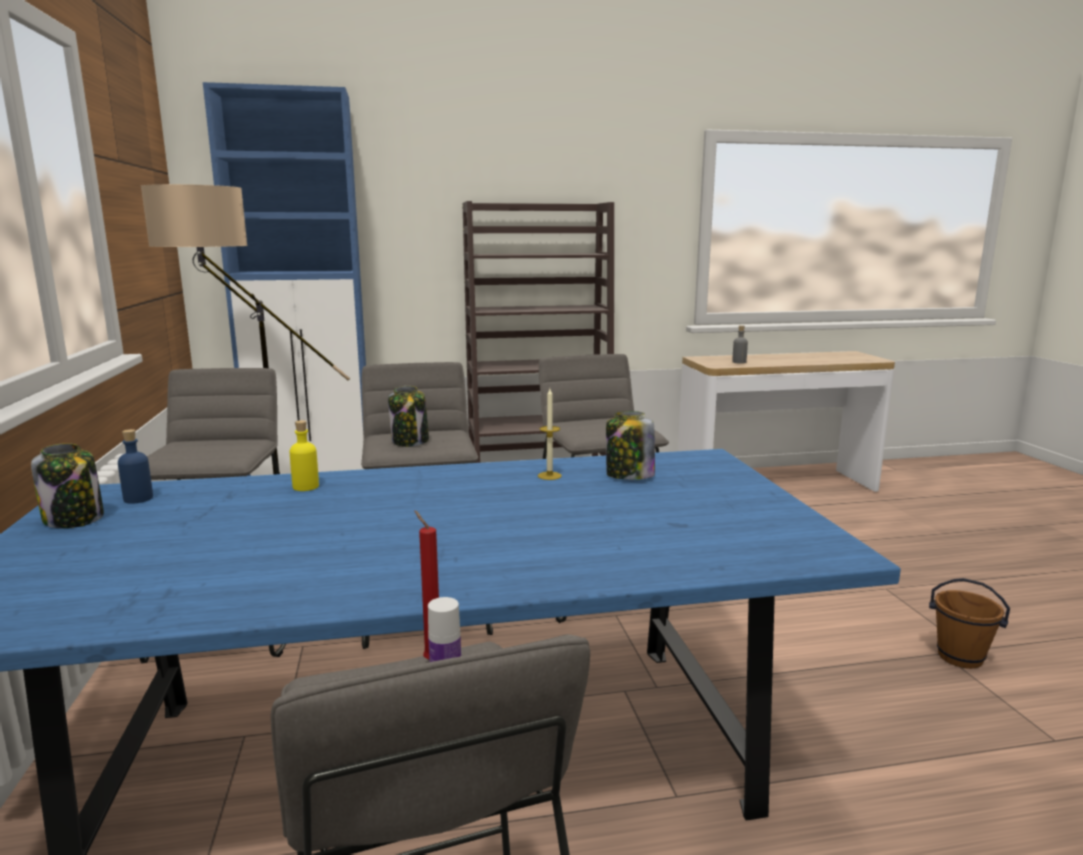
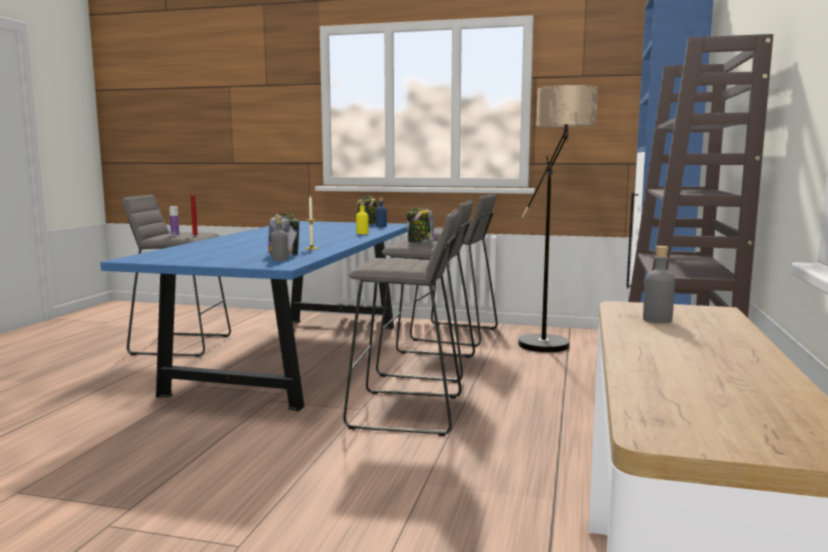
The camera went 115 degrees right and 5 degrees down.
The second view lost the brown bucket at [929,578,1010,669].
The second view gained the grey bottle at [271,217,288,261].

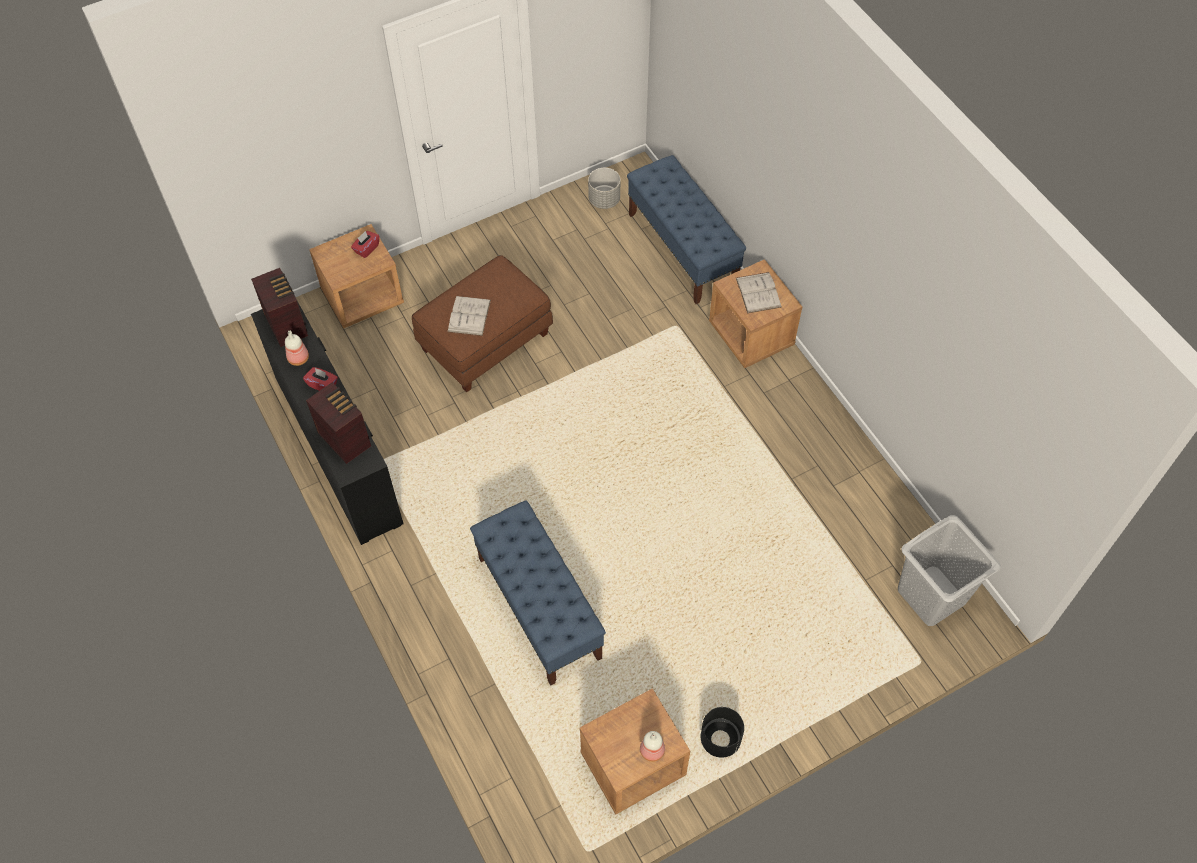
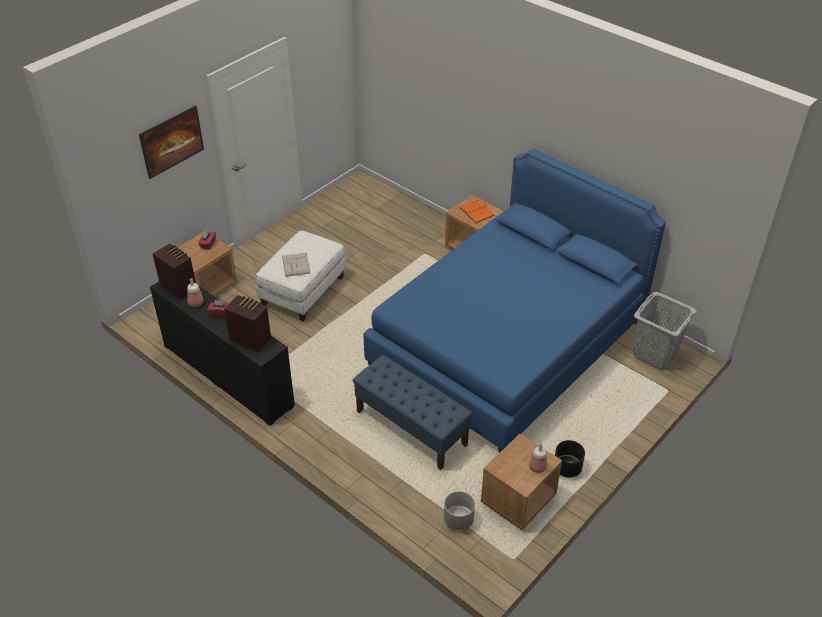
The camera went 20 degrees left and 15 degrees down.
The second view lost the blue bench at [627,155,746,304].
The grey planter ended up elsewhere, having gone from [588,168,620,209] to [444,491,475,531].
What was the brown ottoman at [412,255,553,393] turned into the white ottoman at [255,231,347,322].
What was the white book at [736,272,782,314] turned into the orange book at [459,200,495,223].
The second view gained the picture at [139,106,204,179].
The second view gained the blue bed at [363,149,666,453].

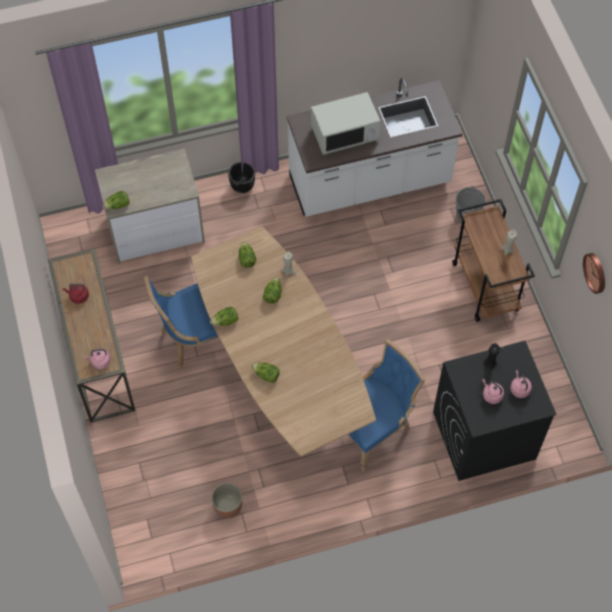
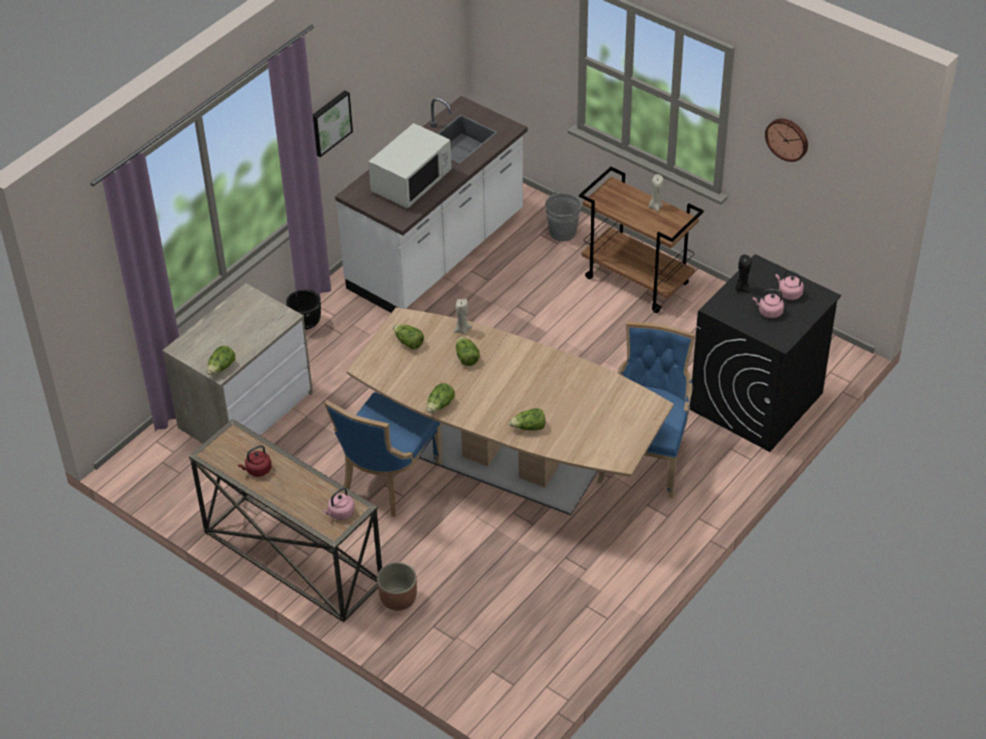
The camera went 35 degrees left and 15 degrees down.
The planter ended up elsewhere, having gone from [211,483,242,518] to [377,562,417,611].
The second view gained the picture at [313,90,353,157].

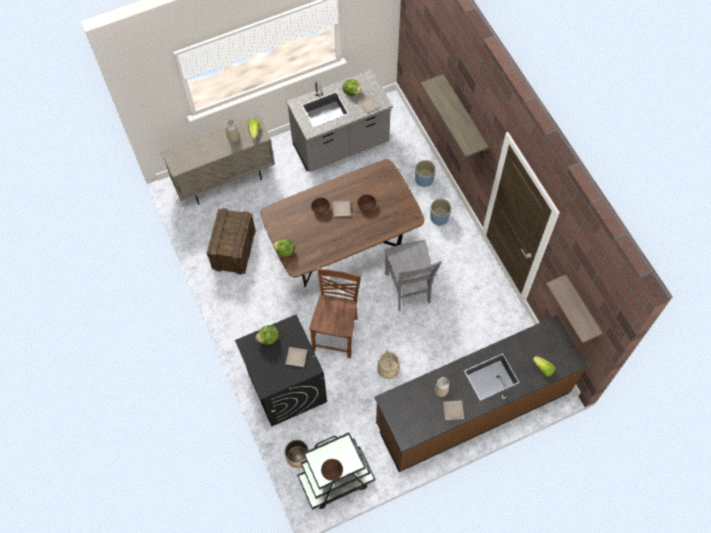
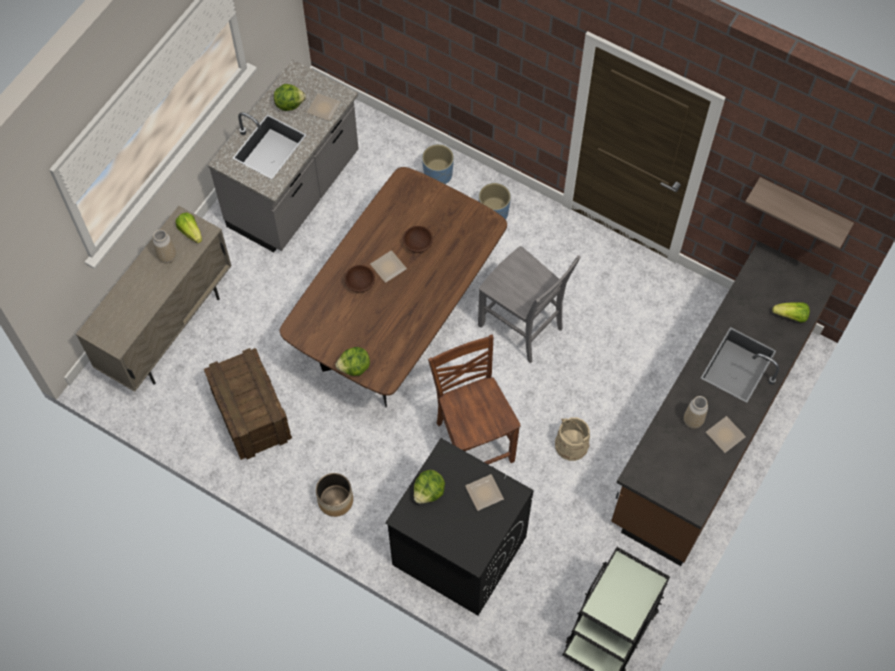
The camera went 35 degrees left and 0 degrees up.
The second view lost the shelf at [421,74,489,158].
The planter ended up elsewhere, having gone from [285,440,308,468] to [316,473,353,517].
The second view lost the brown bowl at [321,459,343,481].

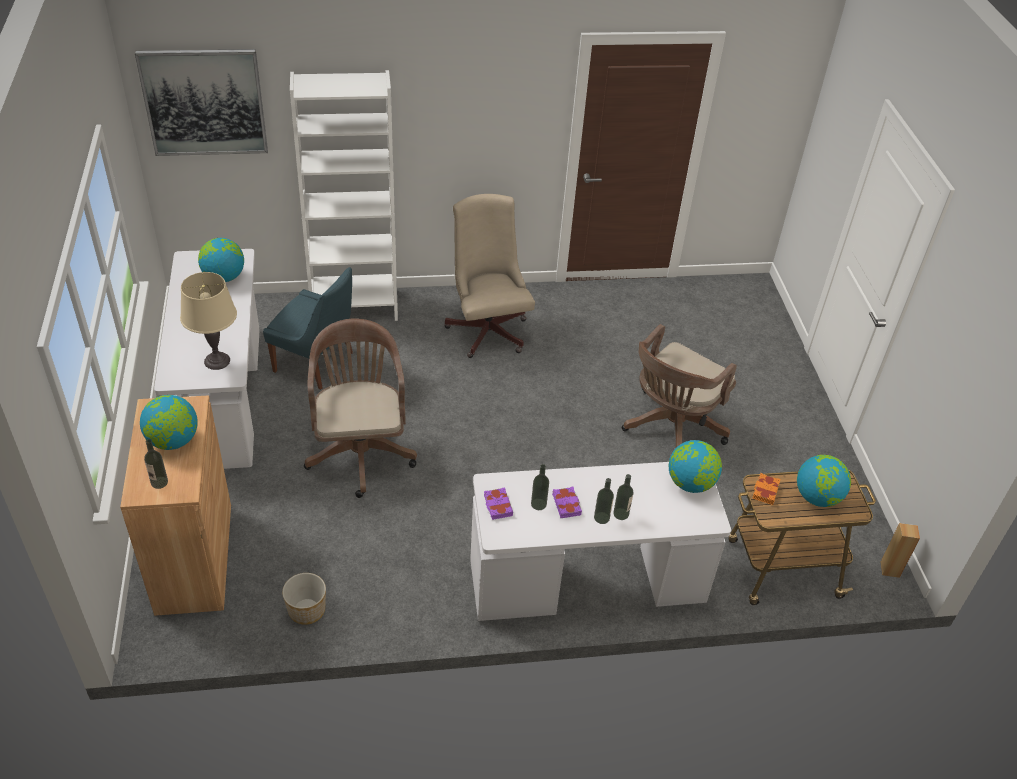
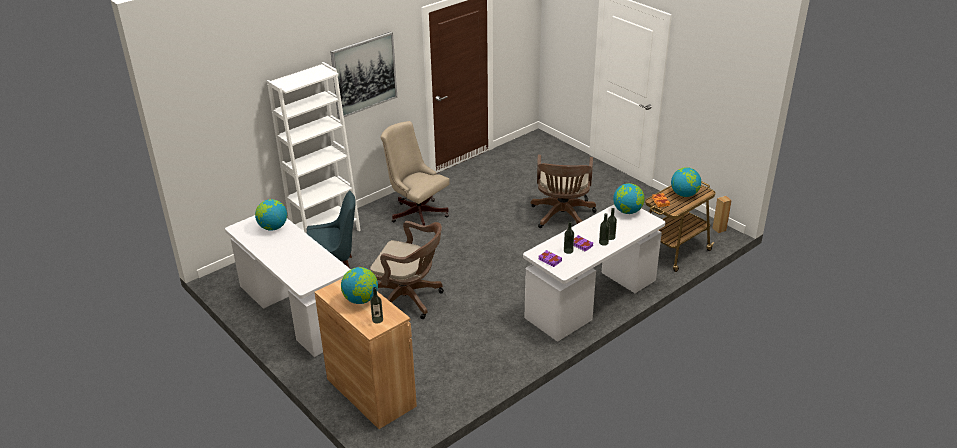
The camera went 30 degrees left and 10 degrees down.
The picture ended up elsewhere, having gone from [135,49,268,156] to [330,32,397,119].
The second view lost the beige table lamp at [180,272,237,370].
The brown office chair at [304,318,417,498] ended up facing another way, 150 degrees clockwise from before.
The second view lost the planter at [282,573,326,625].

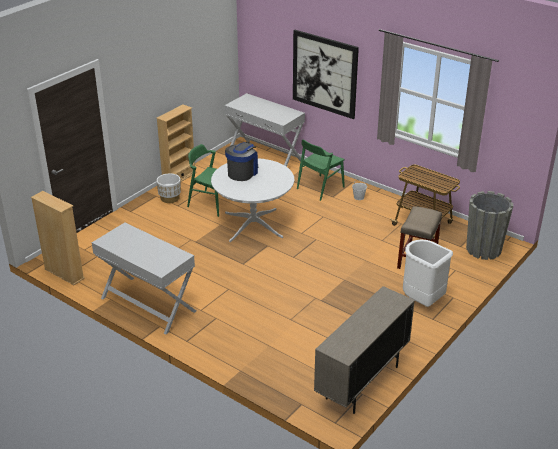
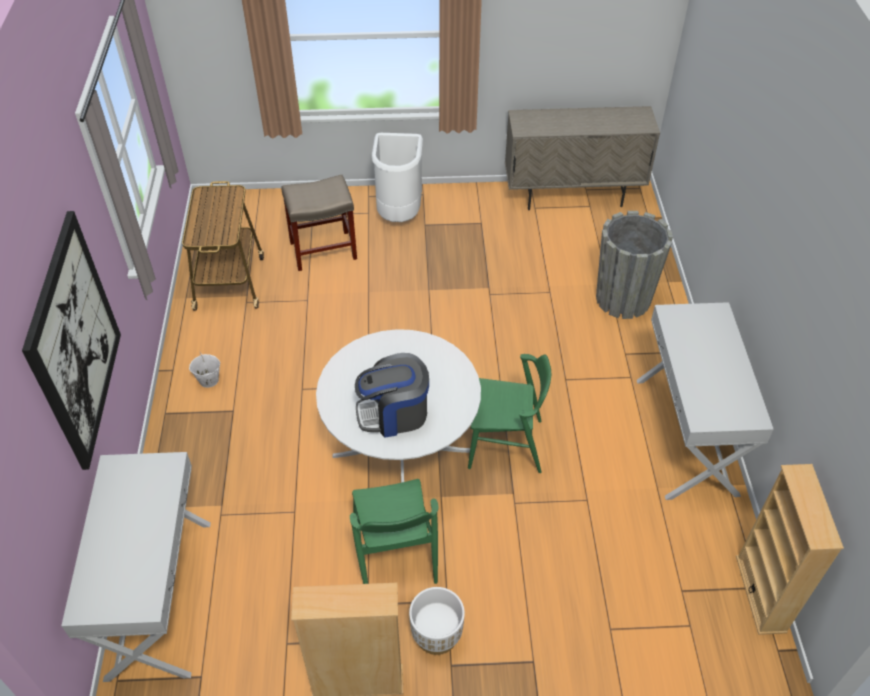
The camera went 130 degrees left and 15 degrees up.
The green chair ended up elsewhere, having gone from [297,139,345,201] to [468,354,551,473].
The grey planter ended up elsewhere, having gone from [466,191,513,260] to [596,211,673,319].

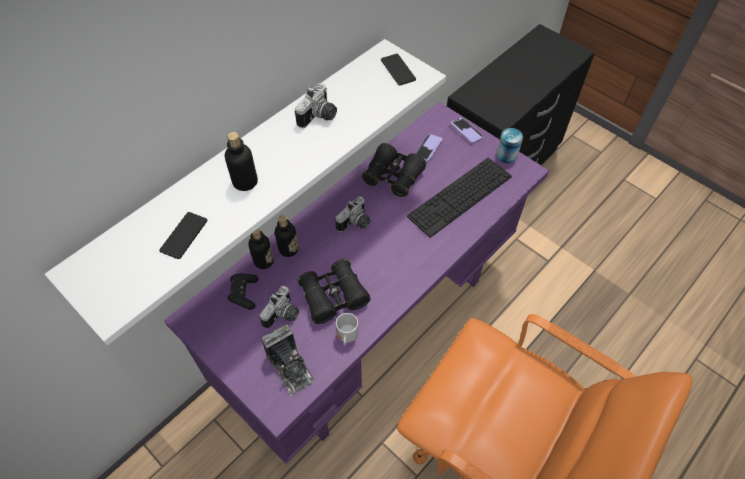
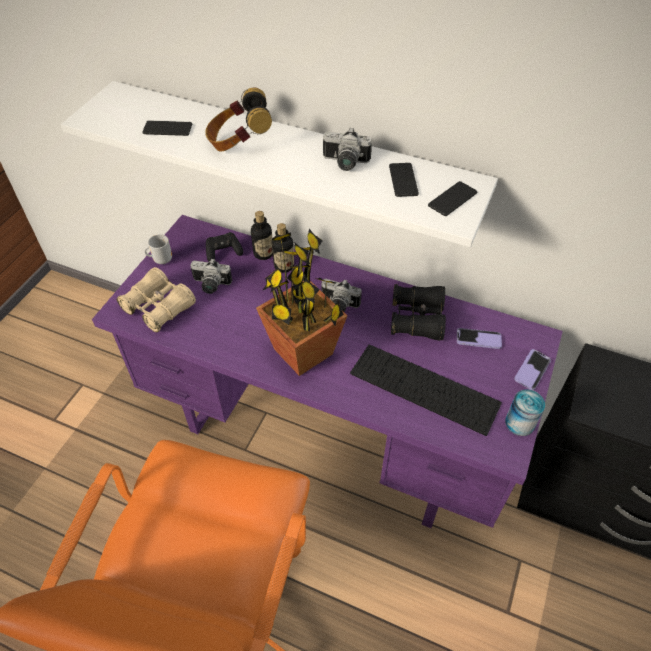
The camera went 70 degrees right and 5 degrees down.
Where the bottle stood at [225,132,258,191], the headphones came to stand at [205,88,272,152].
The second view lost the black binoculars at [297,259,370,324].
The mug ended up elsewhere, having gone from [336,313,358,345] to [144,234,172,264].
Where the photo camera stood at [262,324,315,396], the beige binoculars came to stand at [117,267,196,332].
The second view gained the phone at [389,163,419,197].
The second view gained the potted plant at [256,229,348,376].

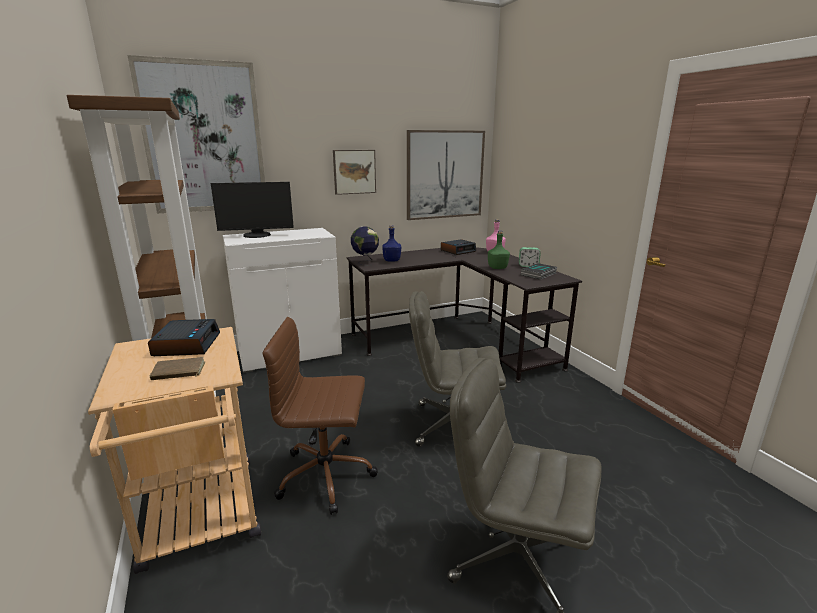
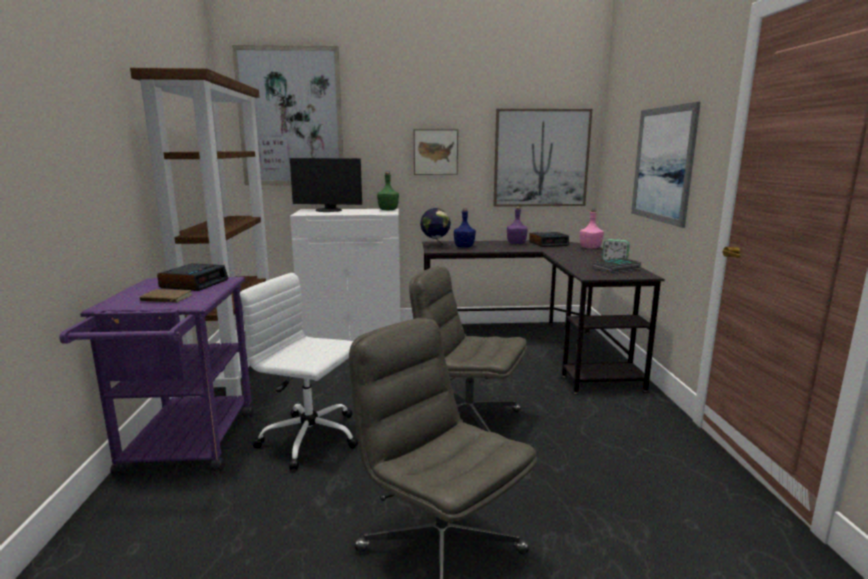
The camera went 20 degrees right and 5 degrees down.
The green bottle ended up elsewhere, having gone from [488,231,510,269] to [377,171,399,210].
What was the brown office chair at [263,317,378,515] turned into the white office chair at [240,273,358,470].
What was the beige cart at [88,327,261,574] turned into the purple cart at [59,277,254,475].
The second view gained the picture at [631,102,701,228].
The second view gained the purple bottle at [507,206,528,244].

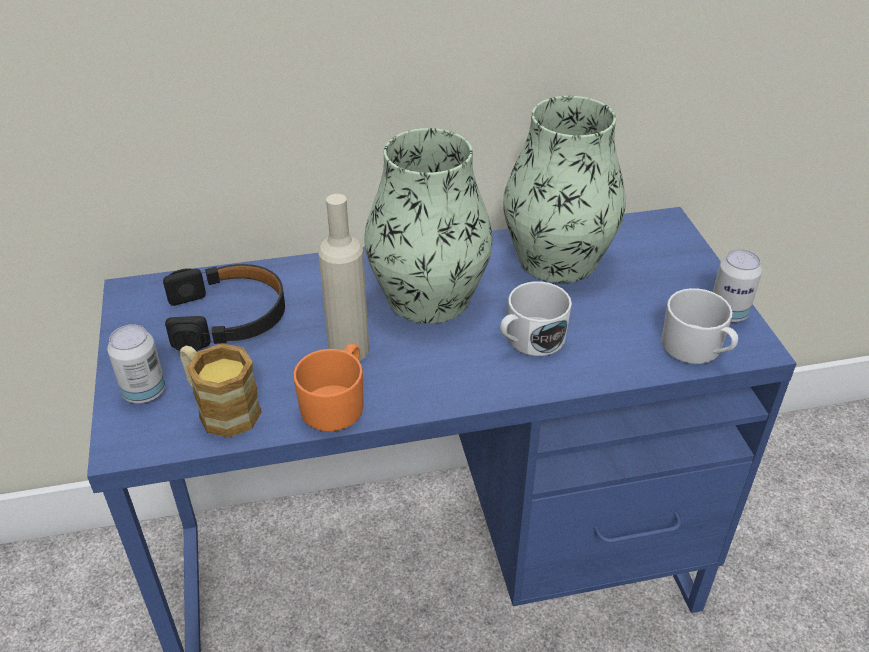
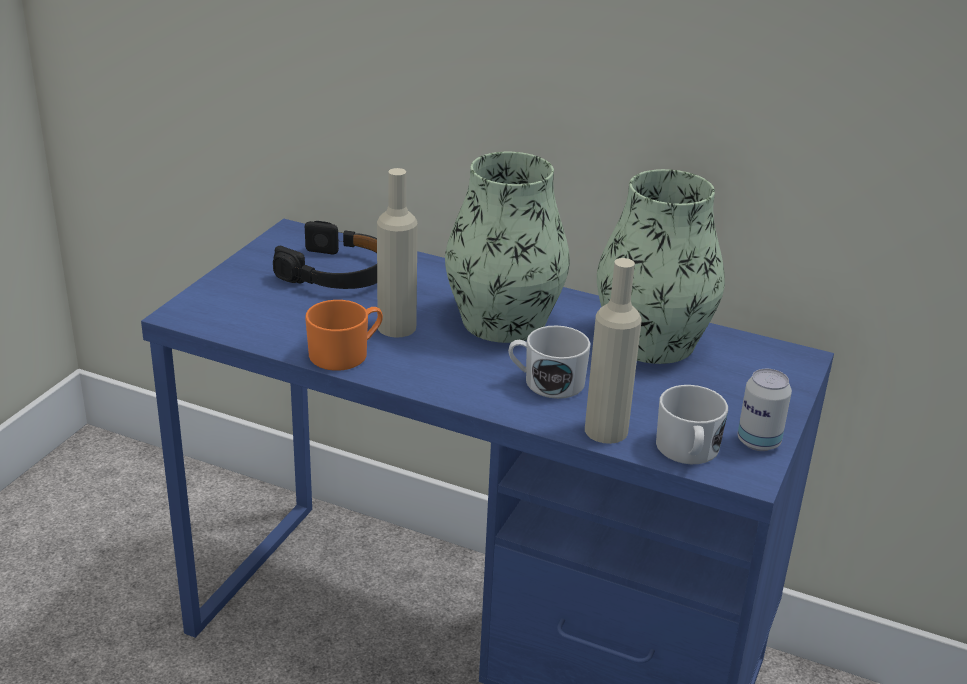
The camera went 35 degrees right and 10 degrees down.
The second view lost the can at [107,324,166,403].
The second view lost the mug at [180,343,262,438].
The second view gained the beige bottle at [585,258,642,444].

